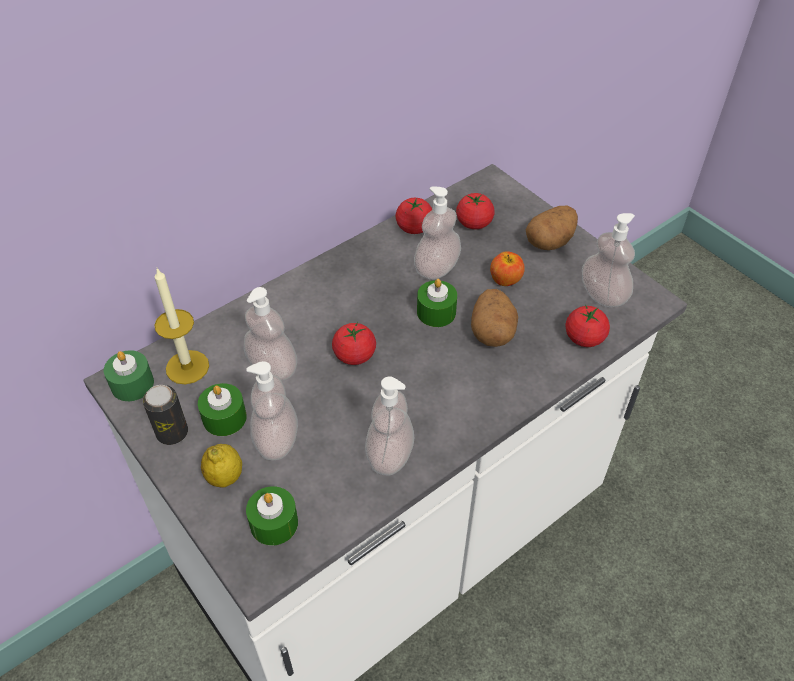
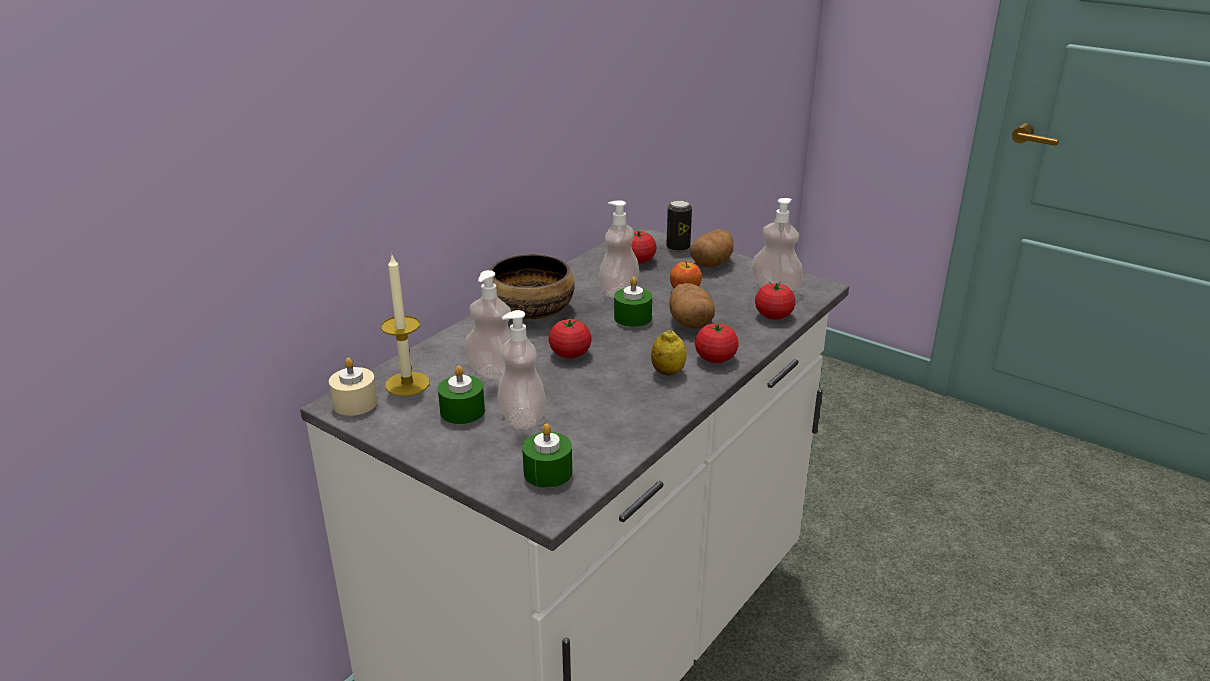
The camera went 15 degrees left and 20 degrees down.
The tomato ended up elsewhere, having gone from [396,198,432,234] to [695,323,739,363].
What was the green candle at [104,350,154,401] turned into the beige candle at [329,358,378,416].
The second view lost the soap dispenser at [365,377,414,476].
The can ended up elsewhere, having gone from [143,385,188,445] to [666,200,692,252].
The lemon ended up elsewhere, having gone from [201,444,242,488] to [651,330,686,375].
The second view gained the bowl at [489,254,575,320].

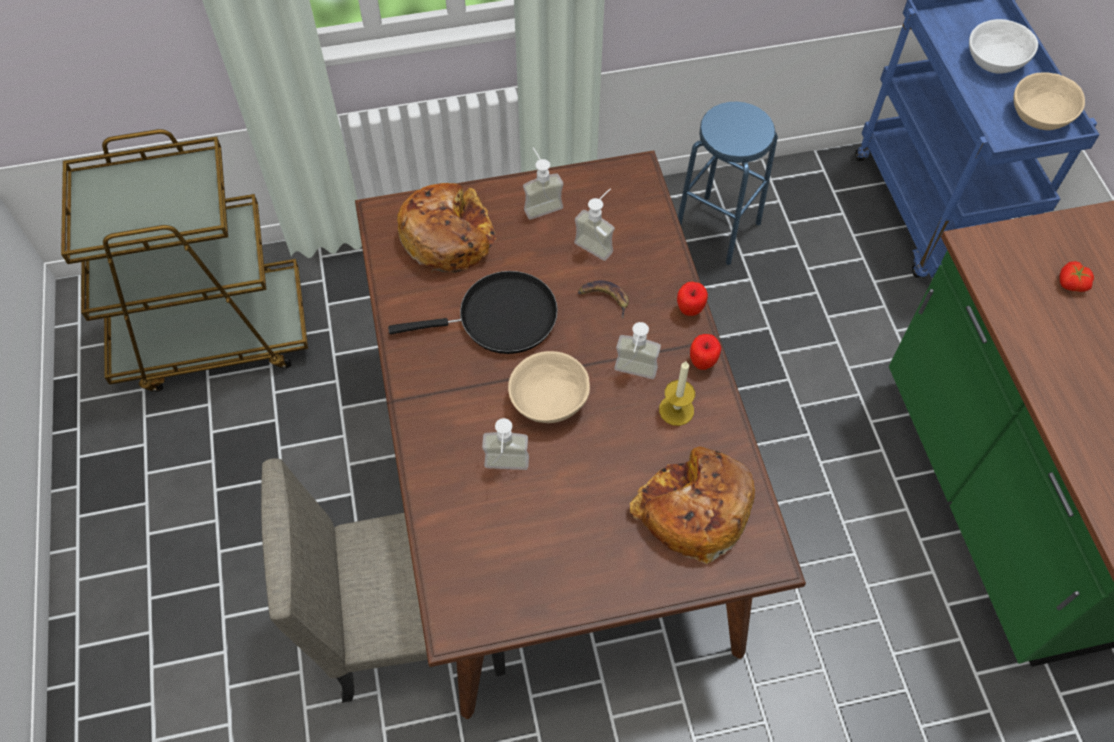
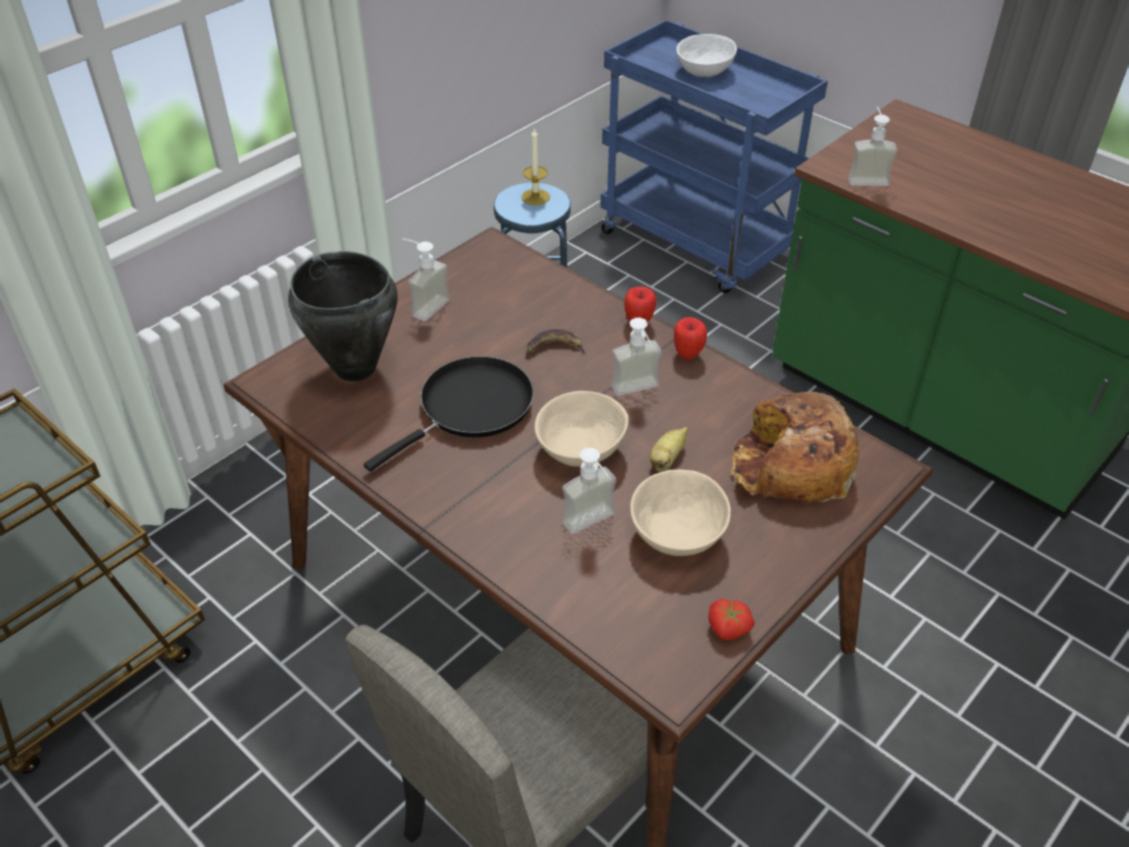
The camera went 35 degrees left and 15 degrees down.
The beige bowl ended up elsewhere, having gone from [1014,72,1085,130] to [630,470,731,556].
Where the bread stood at [397,183,496,273], the black cooking pot came to stand at [288,251,398,381].
The soap dispenser ended up elsewhere, having gone from [574,188,615,261] to [848,107,897,186].
The tomato ended up elsewhere, having gone from [1060,261,1094,292] to [708,598,755,640].
The candle ended up elsewhere, having gone from [659,360,695,426] to [521,127,550,205].
The second view gained the banana at [650,427,688,472].

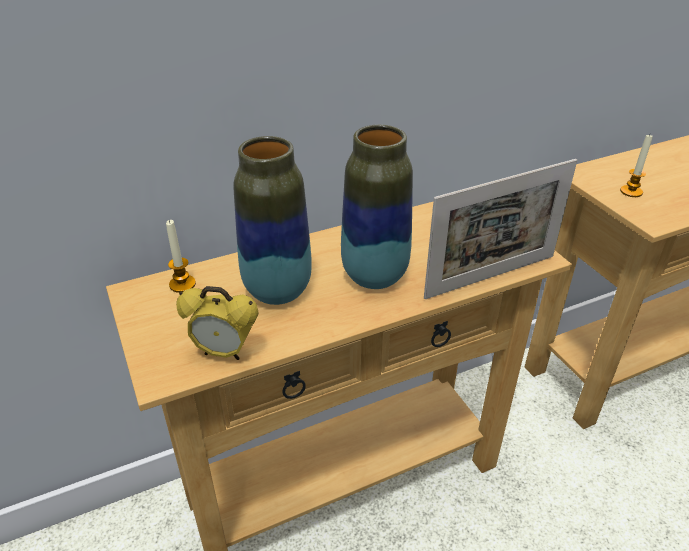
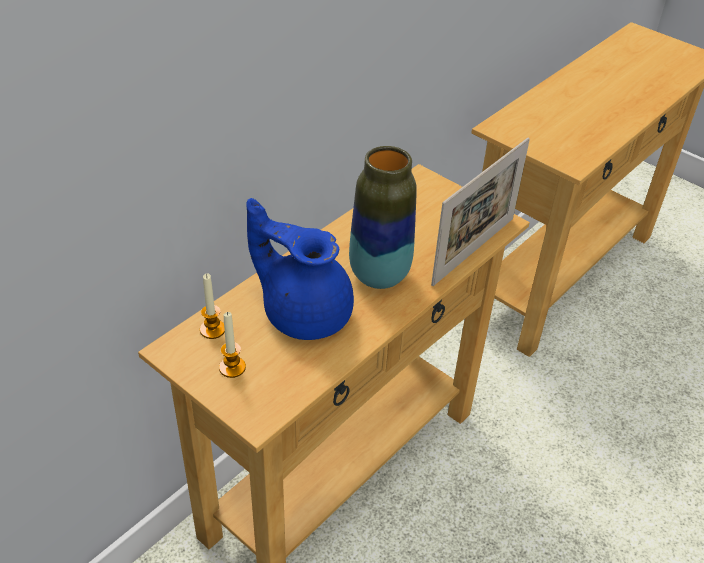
The camera went 25 degrees left and 5 degrees up.
The candle ended up elsewhere, having gone from [620,135,653,197] to [219,312,246,378].
Where the vase stood at [234,136,312,305], the blue teapot came to stand at [246,198,354,340].
The second view lost the alarm clock at [176,286,259,360].

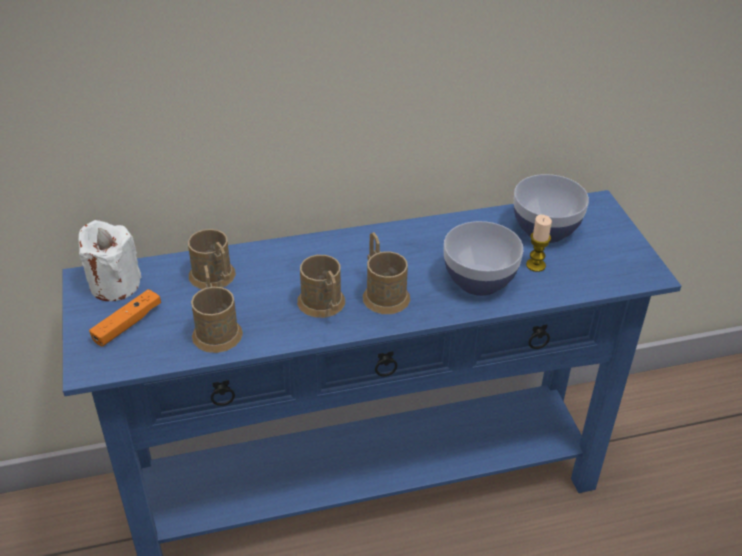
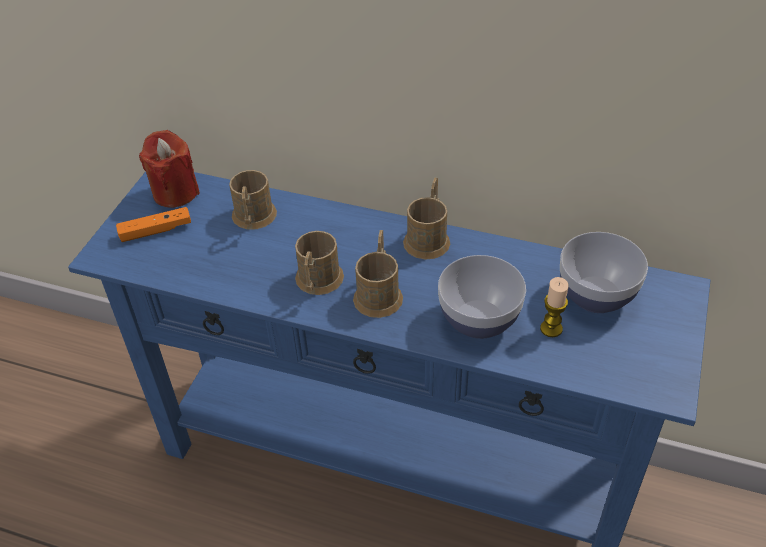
The camera went 35 degrees right and 5 degrees up.
What was the white candle at [78,220,142,301] turned into the red candle at [139,130,200,208].
The brown mug ended up elsewhere, having gone from [191,265,243,353] to [403,177,450,260].

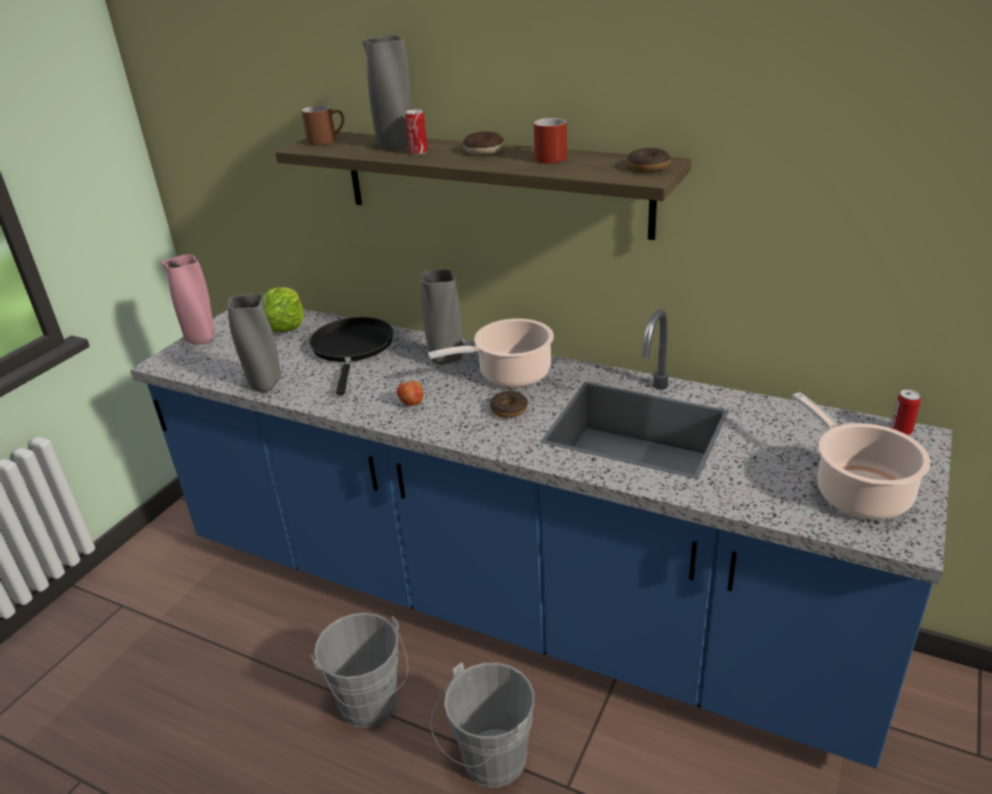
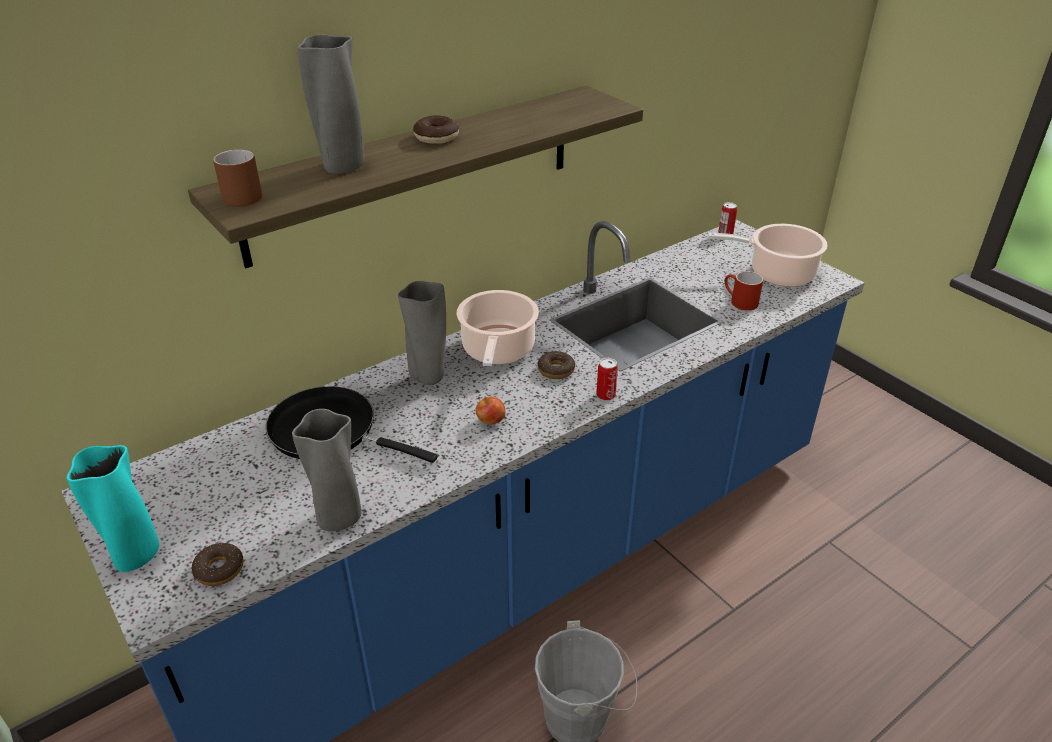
The camera went 65 degrees left and 5 degrees up.
The can ended up elsewhere, having gone from [405,109,428,155] to [596,358,618,401].
The red mug ended up elsewhere, having gone from [534,118,567,163] to [725,271,763,311].
The donut ended up elsewhere, having gone from [627,148,671,172] to [192,543,244,586].
What was the pink vase at [162,254,214,344] turned into the turquoise vase at [67,445,159,572].
The second view lost the lettuce at [263,287,304,332].
The second view lost the grey bucket at [430,662,534,787].

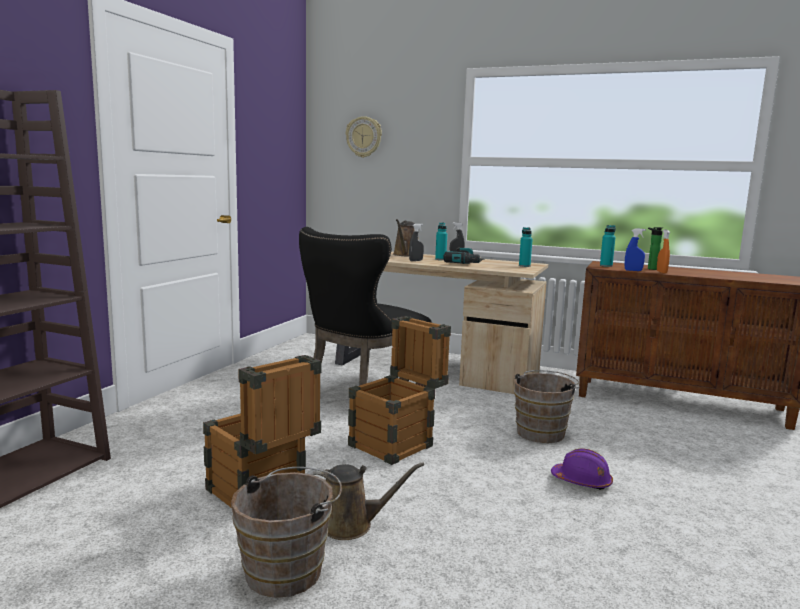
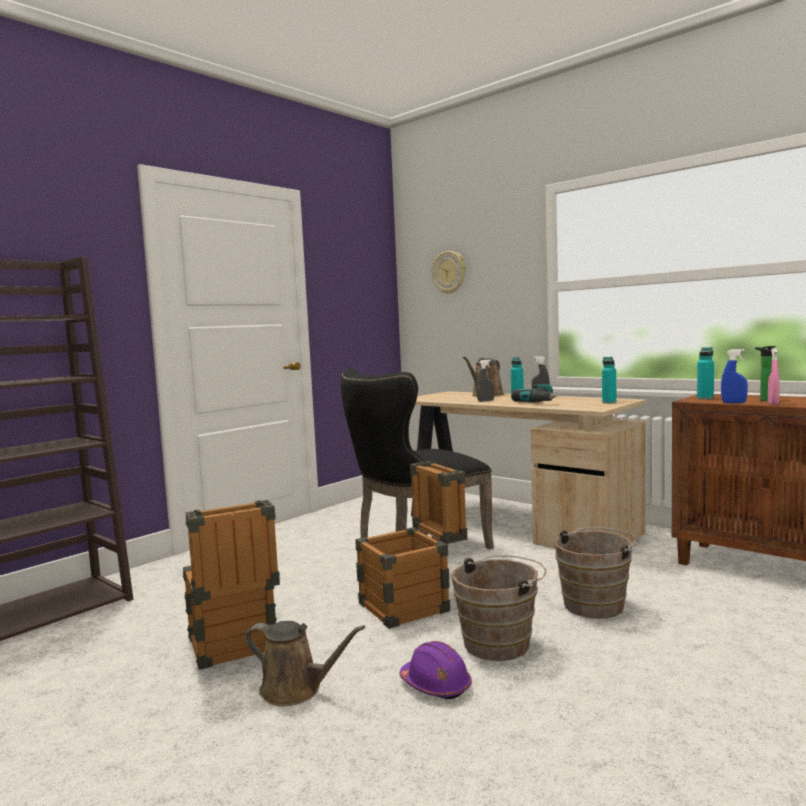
The camera went 20 degrees right and 5 degrees down.
What was the orange spray bottle at [657,229,670,273] turned into the pink spray bottle at [768,348,780,405].
The purple hard hat ended up elsewhere, having gone from [551,449,613,490] to [399,641,472,700].
The brown bucket ended up elsewhere, having gone from [231,467,342,598] to [452,555,546,661].

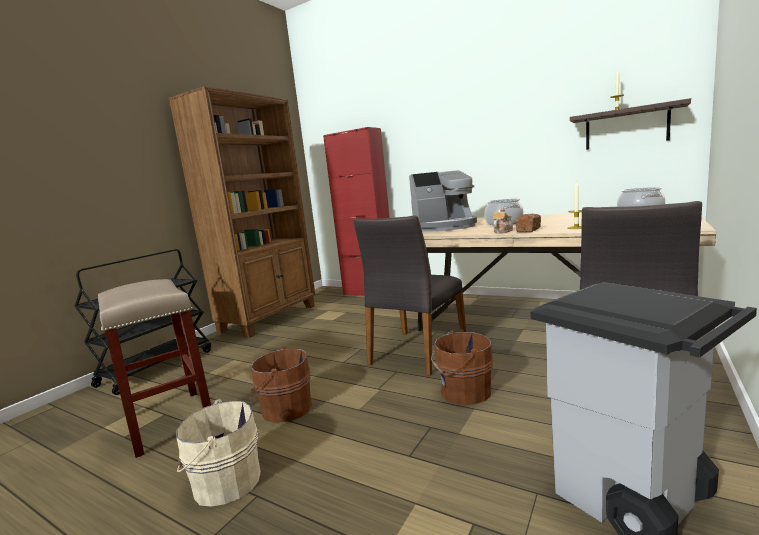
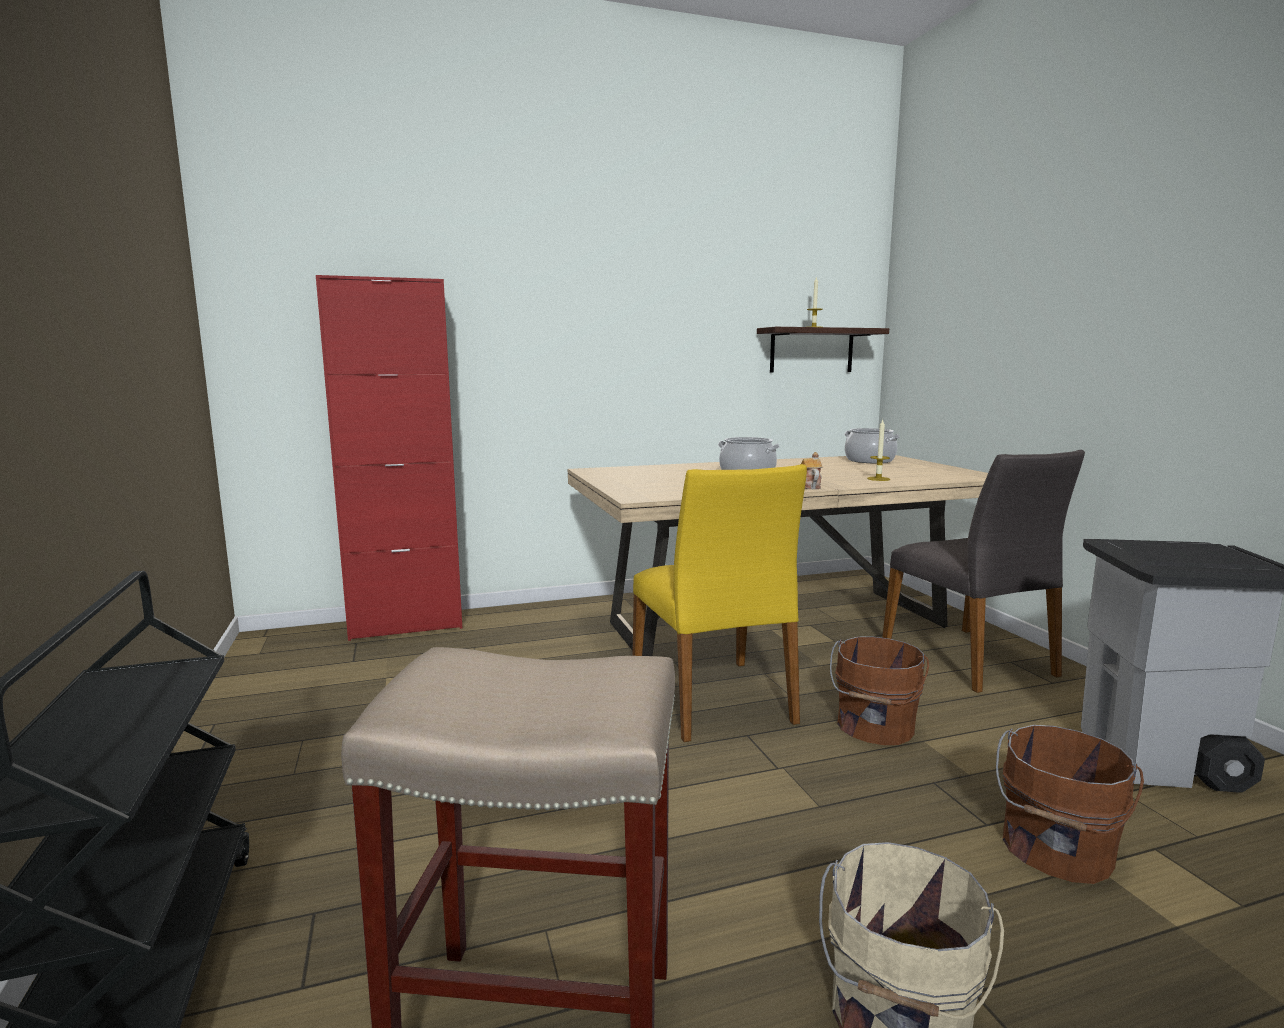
The camera went 50 degrees left and 0 degrees up.
The second view lost the brown bookcase at [169,86,315,338].
The second view lost the coffee machine at [409,170,477,232].
The second view lost the bread at [516,214,541,232].
What was the grey chair at [353,216,466,376] turned into the yellow chair at [632,464,807,742].
The brown bucket ended up elsewhere, having gone from [251,346,312,423] to [996,725,1144,884].

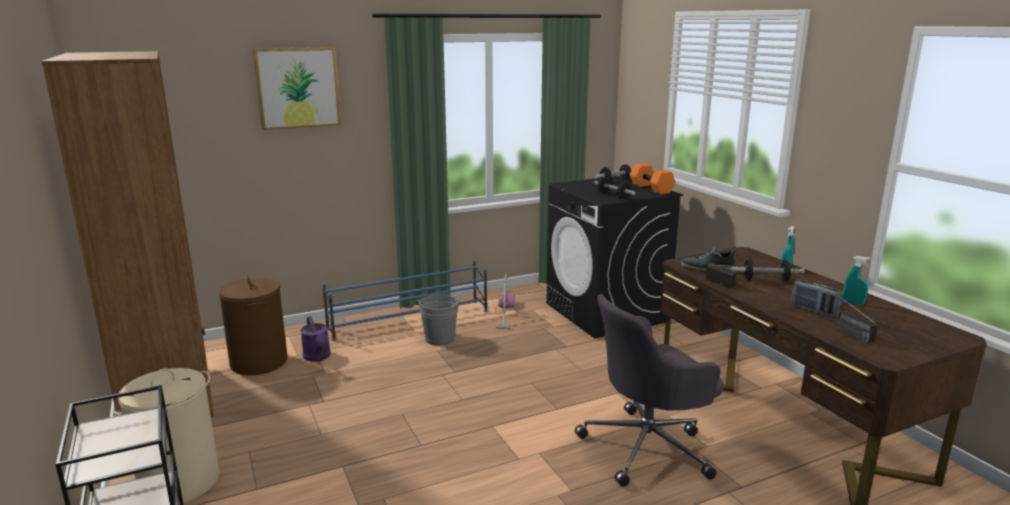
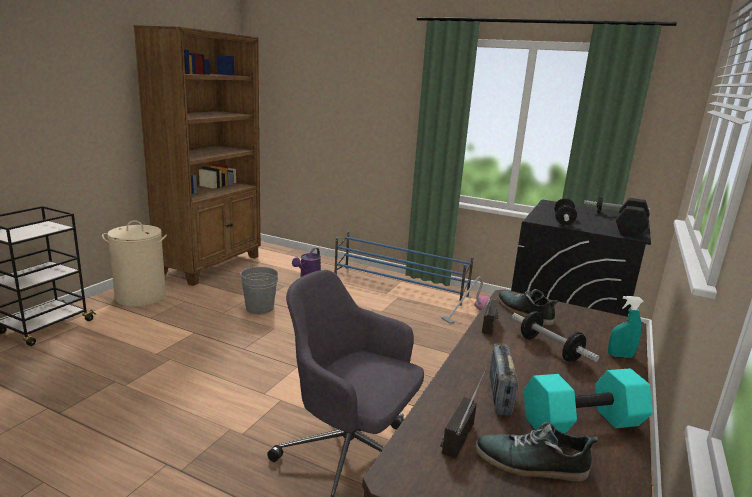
The camera went 50 degrees right and 0 degrees up.
The second view lost the picture at [253,47,341,130].
What was the orange dumbbell at [630,163,675,194] turned into the black dumbbell at [616,198,649,237].
Where the turquoise spray bottle stood at [843,256,871,305], the turquoise dumbbell came to stand at [524,369,653,433].
The second view lost the brown laundry basket at [219,274,288,375].
The grey bucket ended up elsewhere, having gone from [416,294,461,346] to [240,265,278,314].
The second view gained the shoe at [475,422,598,482].

